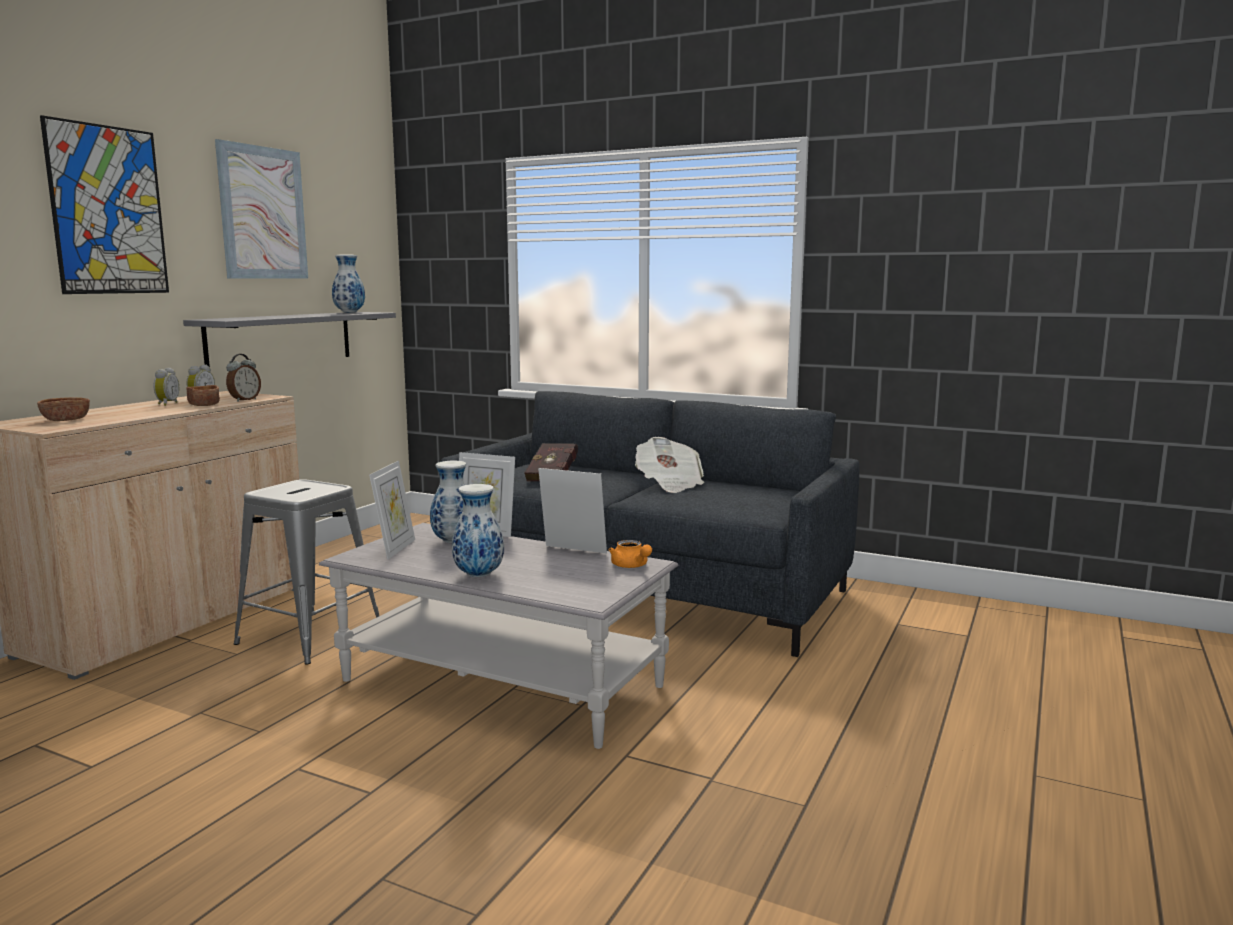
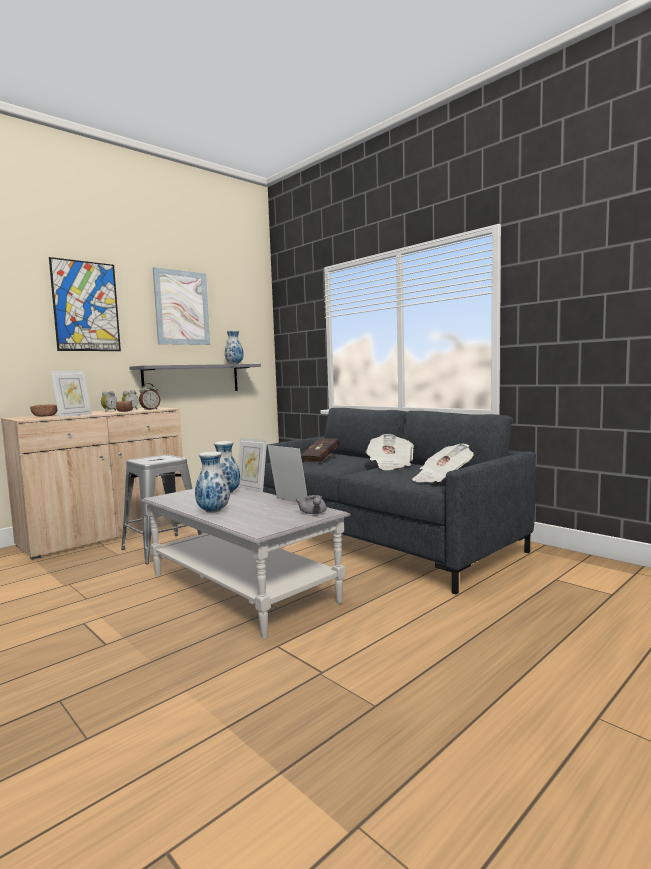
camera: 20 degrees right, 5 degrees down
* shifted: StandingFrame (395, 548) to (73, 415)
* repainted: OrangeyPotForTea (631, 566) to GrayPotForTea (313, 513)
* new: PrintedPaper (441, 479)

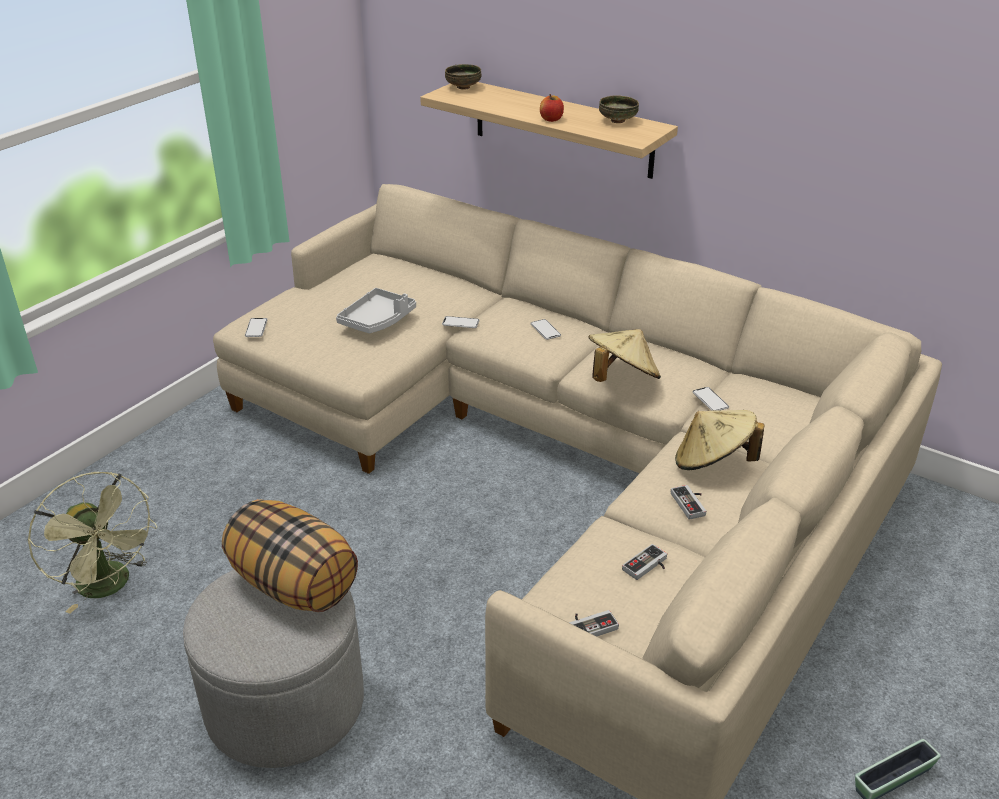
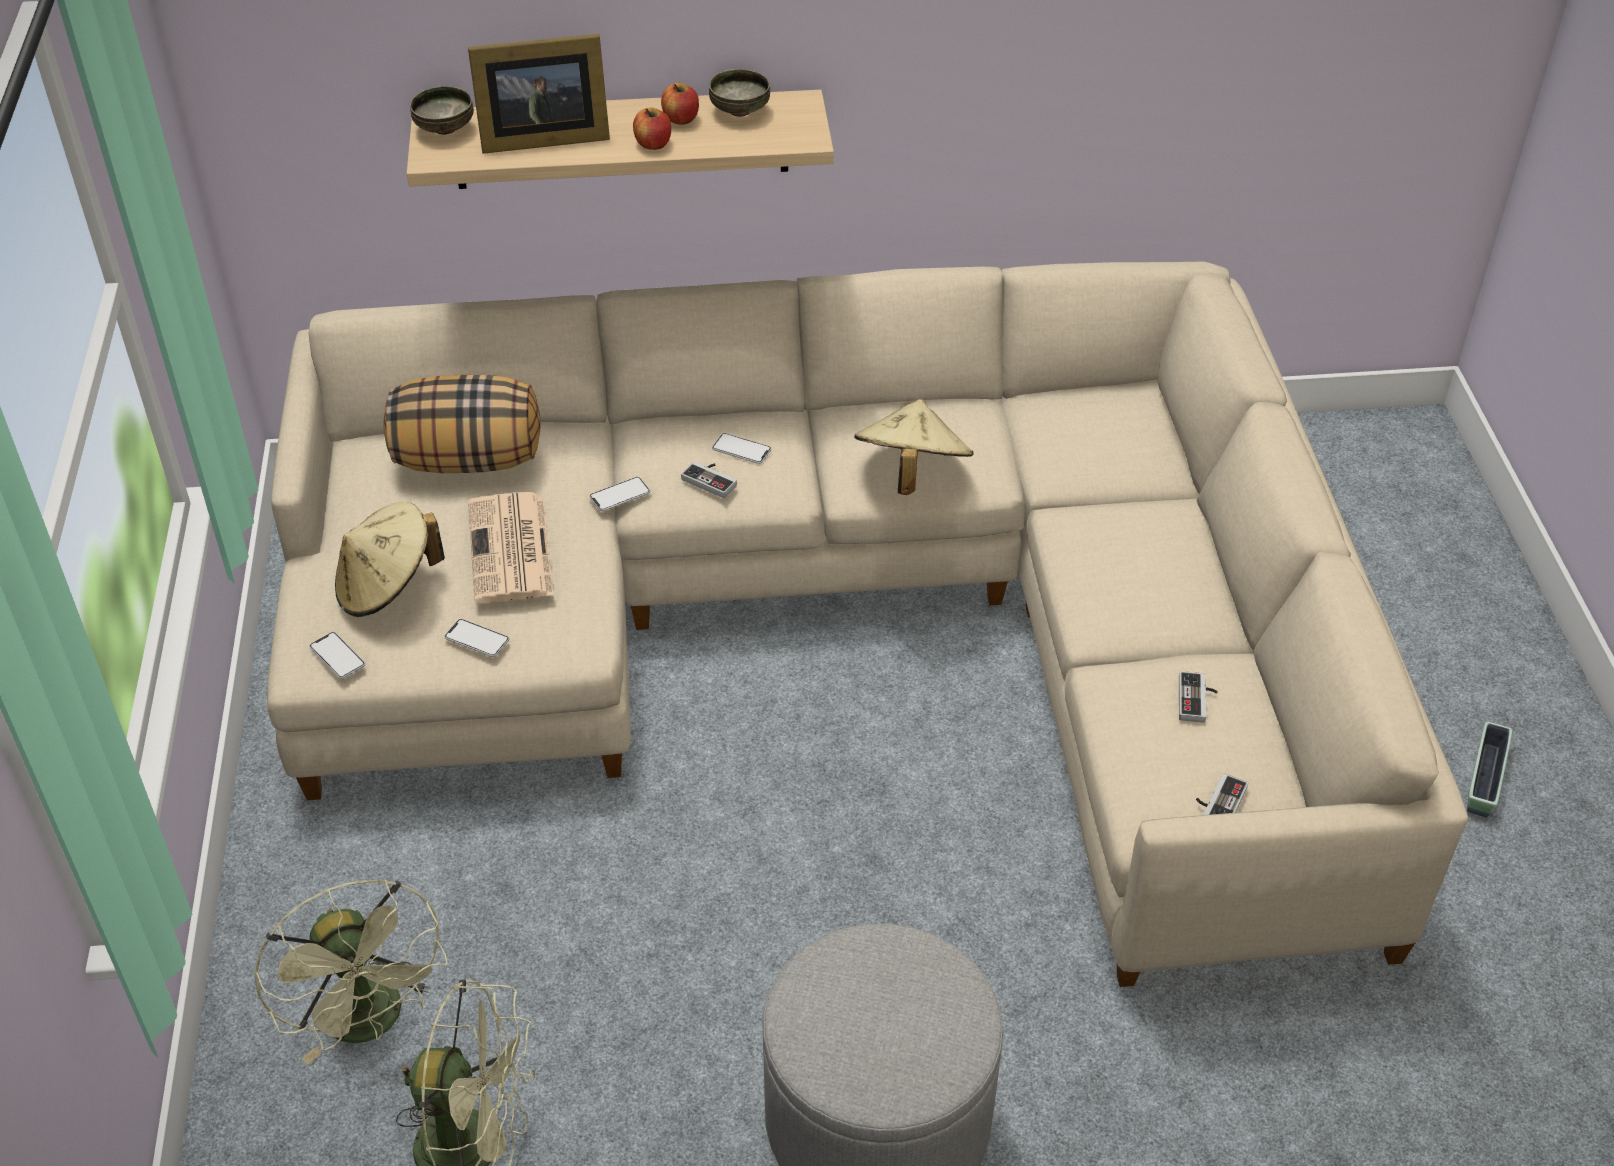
camera: 40 degrees left, 10 degrees up
* swapped: GrayTray (377, 320) to PrintedPaper (511, 551)
* shifted: Handset (710, 400) to (477, 639)
* shifted: SandColouredHat (713, 462) to (387, 587)
* shifted: Joypad (691, 503) to (712, 479)
* shifted: Cushion (295, 584) to (469, 459)
* new: StandingFrame (540, 137)
* new: AppleFruit (681, 119)
* new: GreenCoolingFan (372, 1023)

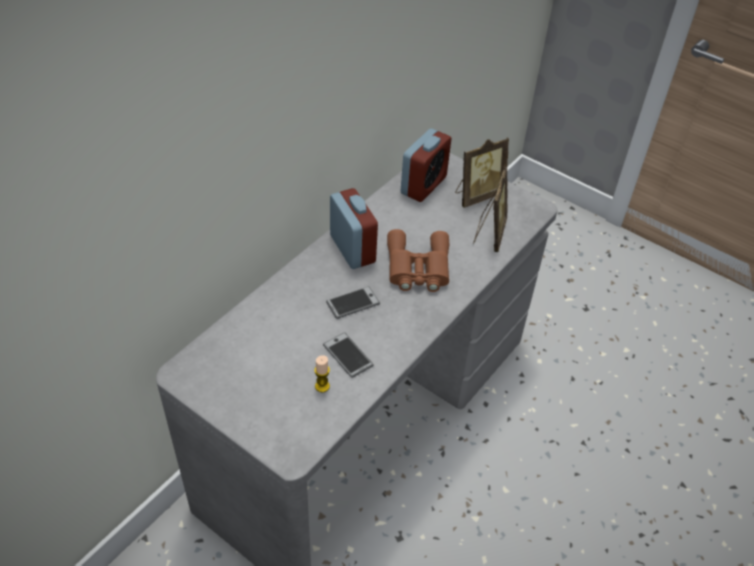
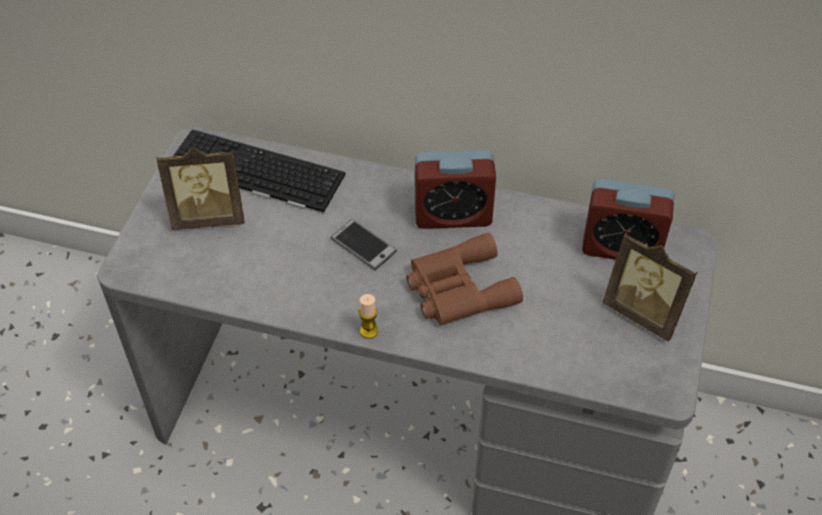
camera: 70 degrees right, 5 degrees up
* shifted: StandingFrame (489, 234) to (209, 216)
* rotated: AlarmClock (352, 249) = (453, 215) 45 degrees clockwise
* gone: Handset (348, 355)
* shifted: Candle (322, 386) to (369, 331)
* new: ComputerKeyboard (253, 172)

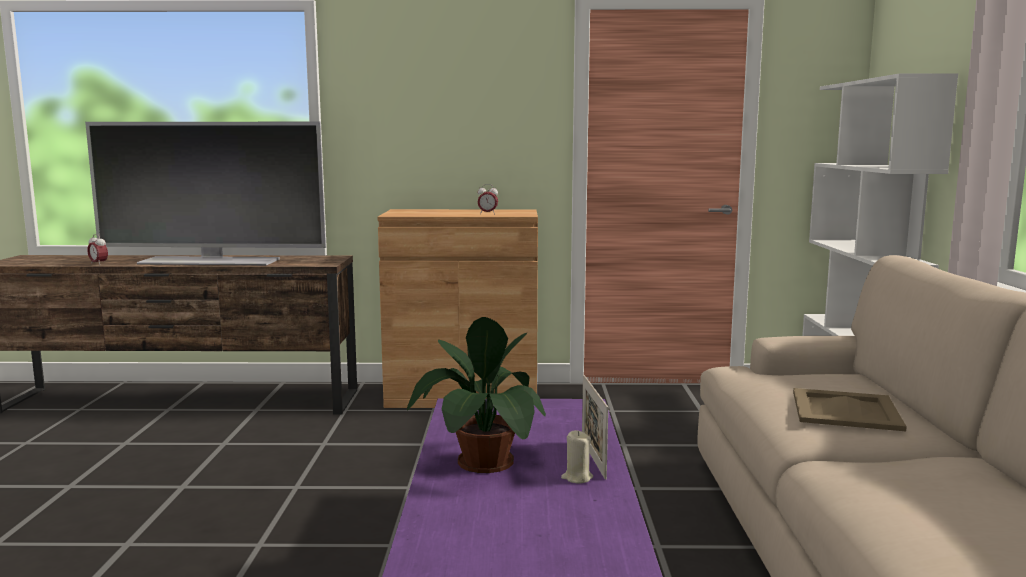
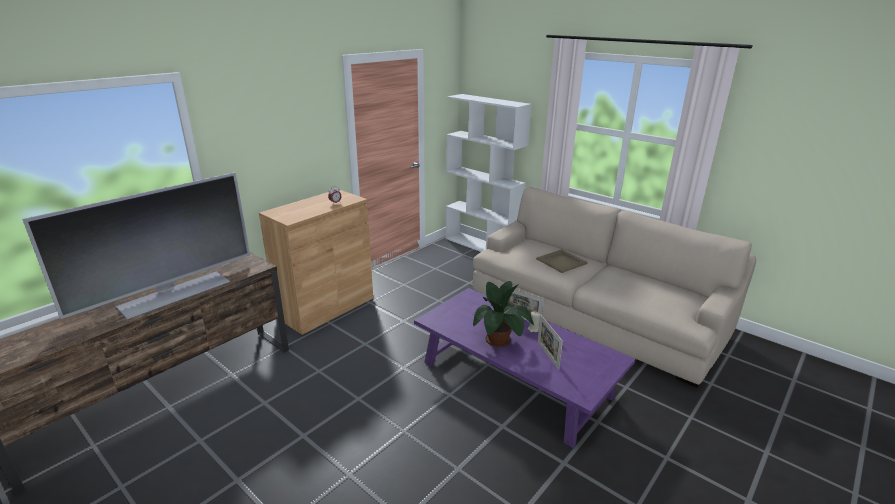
camera: 50 degrees left, 15 degrees up
* gone: AlarmClock (98, 264)
* new: StandingFrame (547, 355)

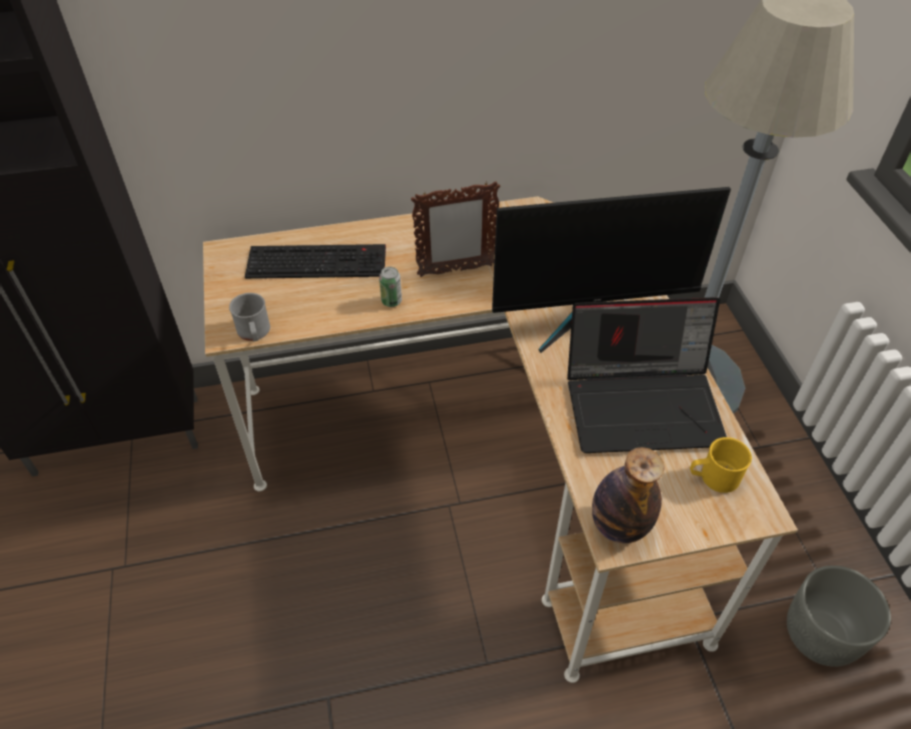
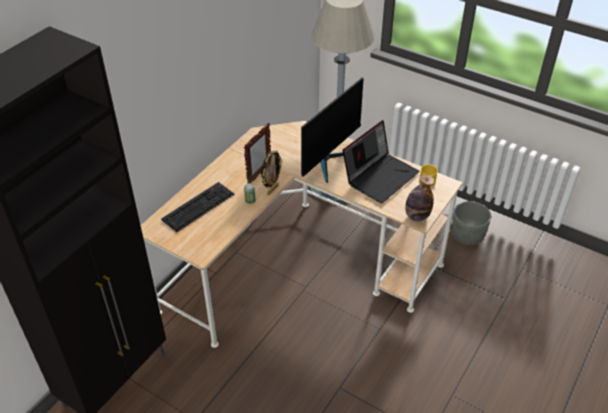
camera: 45 degrees left, 5 degrees down
* gone: GrayTeaMug (254, 333)
* new: StandingFrame (272, 190)

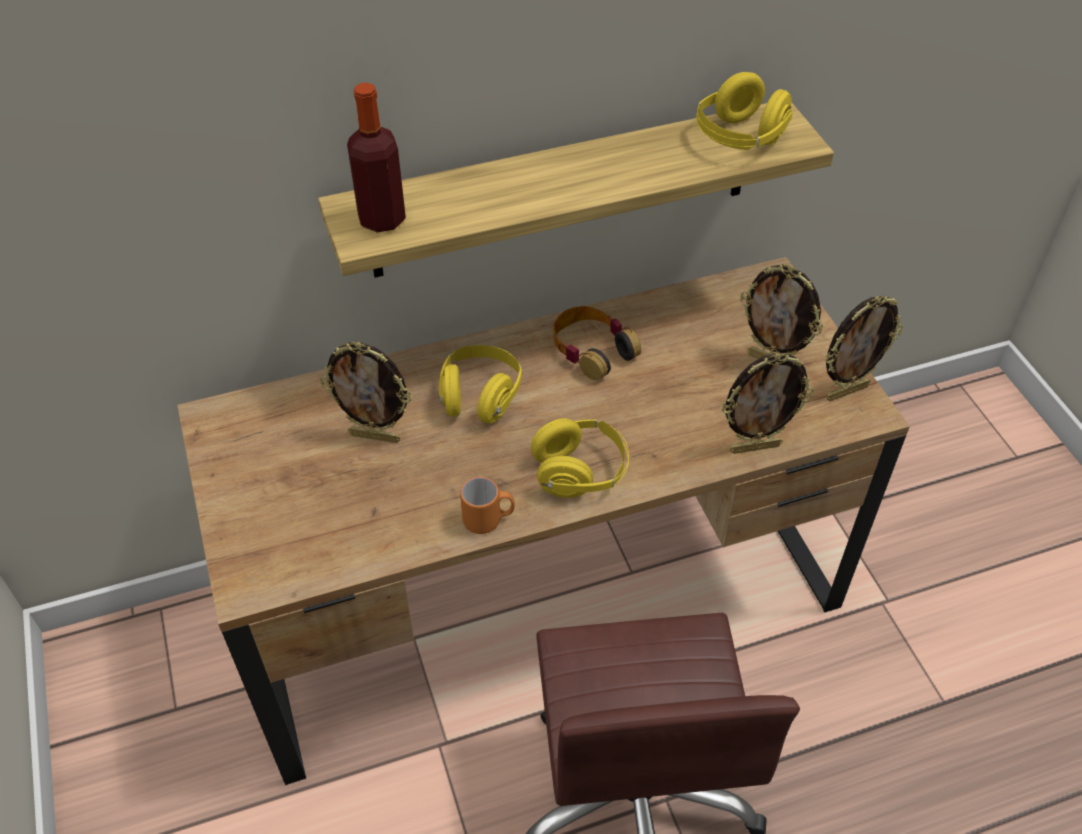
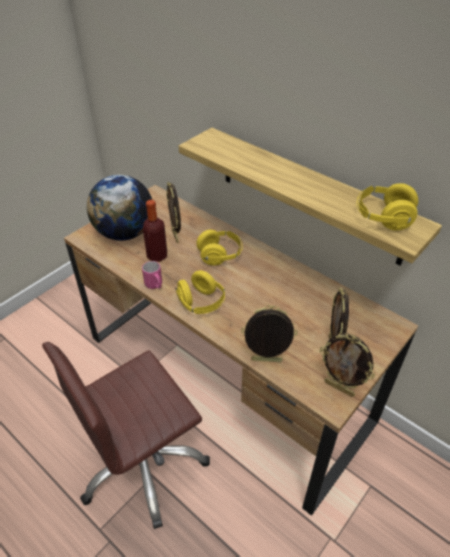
camera: 60 degrees right, 5 degrees down
* shifted: DrinkBottle (382, 219) to (157, 256)
* gone: Headphones (592, 349)
* rotated: StandingFrame (755, 447) = (266, 361) 135 degrees clockwise
* repainted: OrangeyTeaMug (488, 520) to PinkColouredTeaMug (155, 285)
* new: DeskGlobe (125, 233)

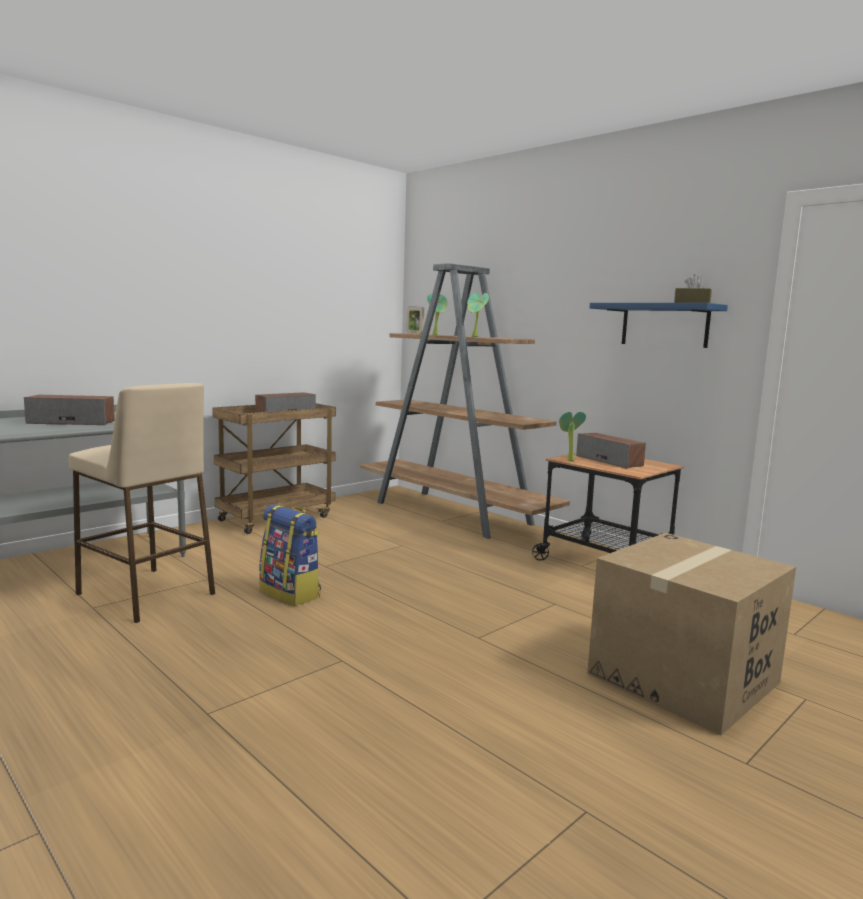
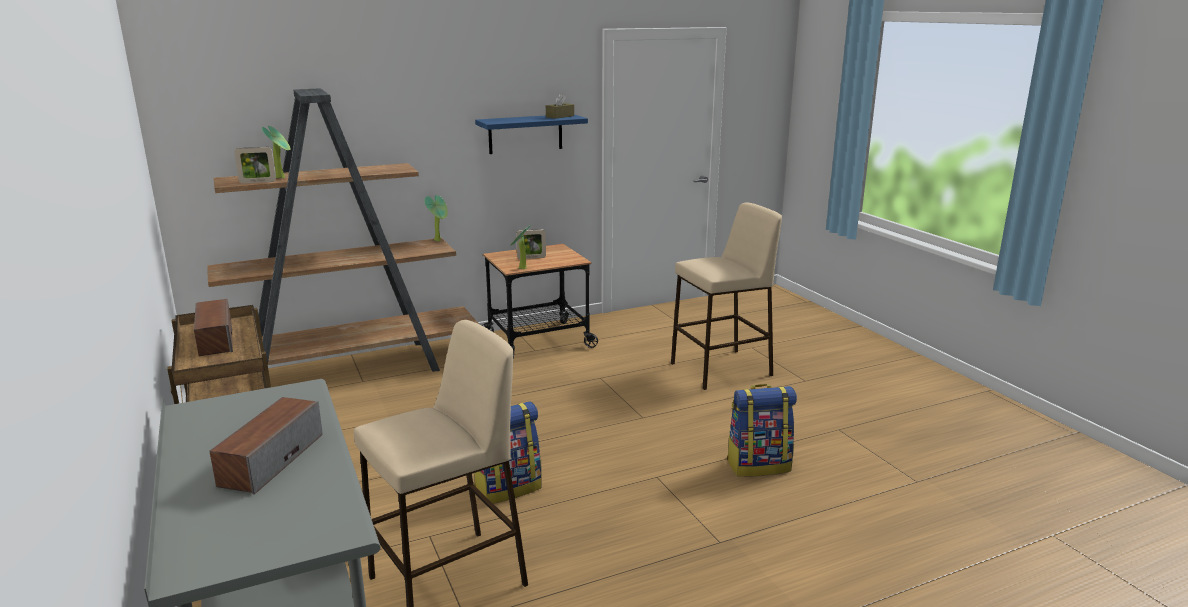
camera: 70 degrees left, 10 degrees up
* shifted: PottedPlant (475, 337) to (439, 240)
* swapped: Speaker (609, 461) to StandingFrame (531, 258)
* swapped: Carton (683, 678) to SandColouredStoolSeat (722, 369)
* new: Backpack (758, 465)

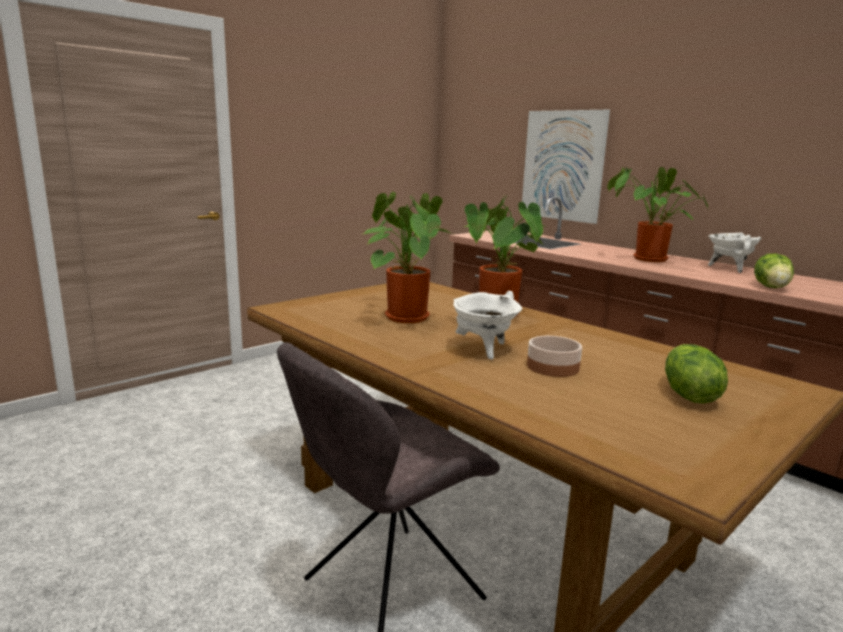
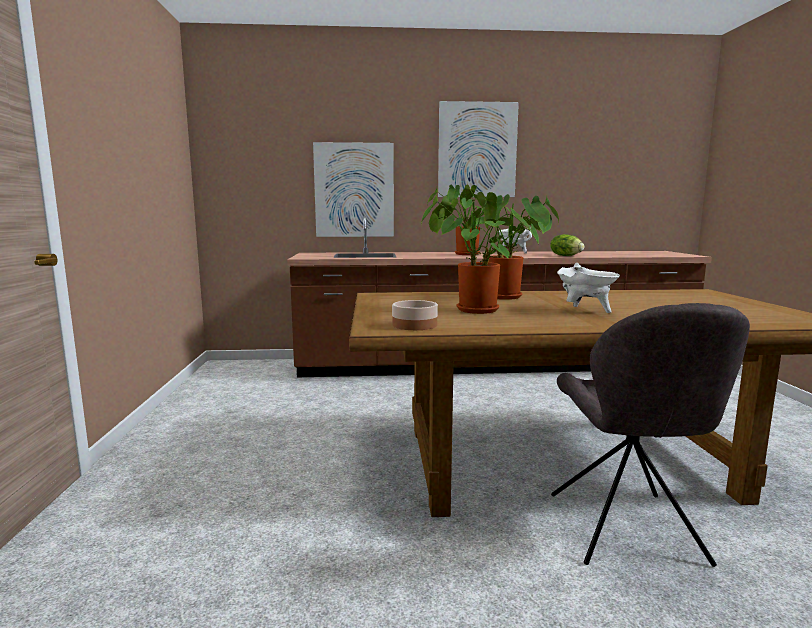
camera: 50 degrees left, 5 degrees down
* shifted: Bowl (553, 367) to (414, 325)
* gone: Lettuce (687, 395)
* new: Picture (477, 150)

